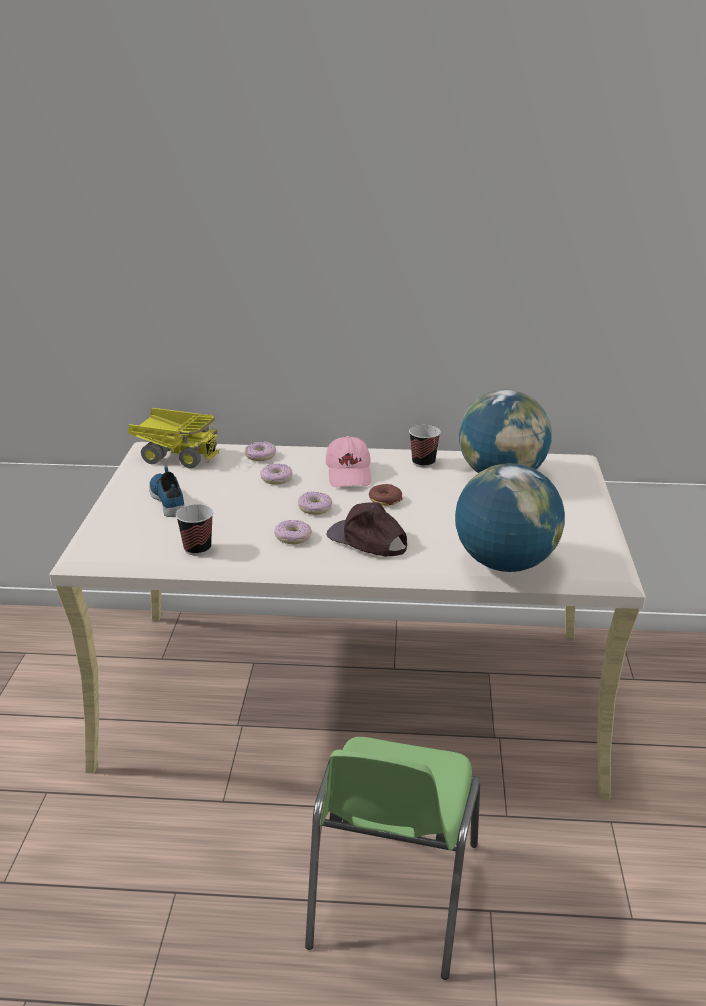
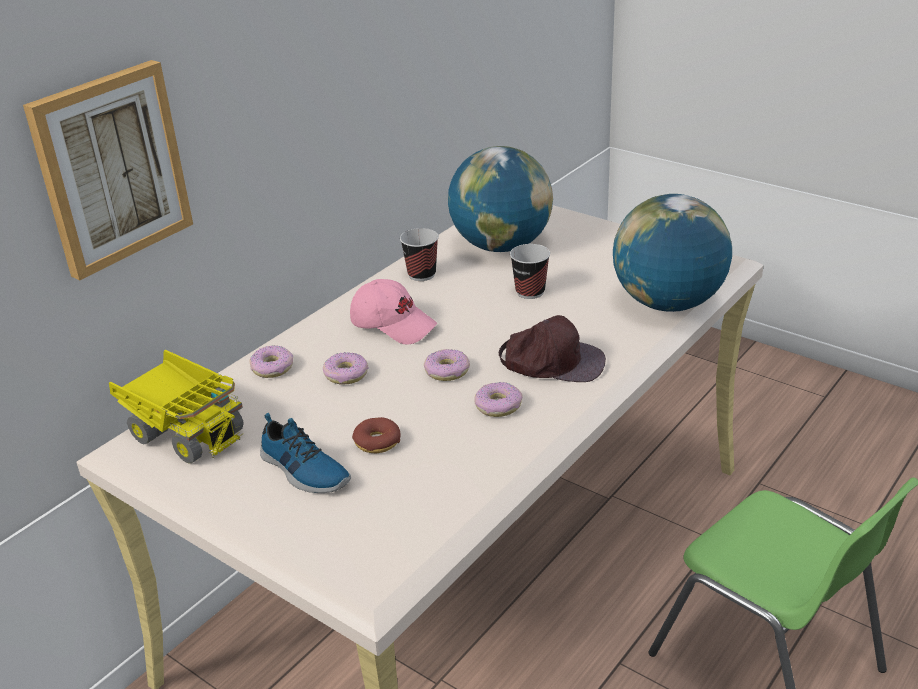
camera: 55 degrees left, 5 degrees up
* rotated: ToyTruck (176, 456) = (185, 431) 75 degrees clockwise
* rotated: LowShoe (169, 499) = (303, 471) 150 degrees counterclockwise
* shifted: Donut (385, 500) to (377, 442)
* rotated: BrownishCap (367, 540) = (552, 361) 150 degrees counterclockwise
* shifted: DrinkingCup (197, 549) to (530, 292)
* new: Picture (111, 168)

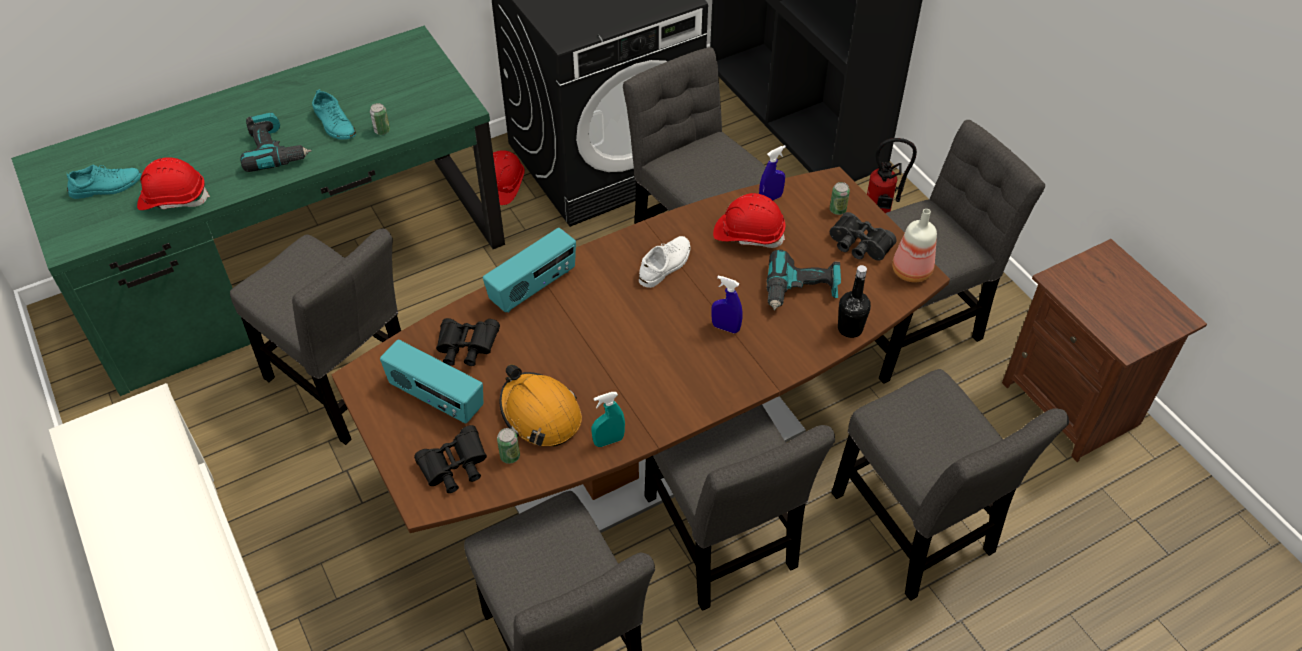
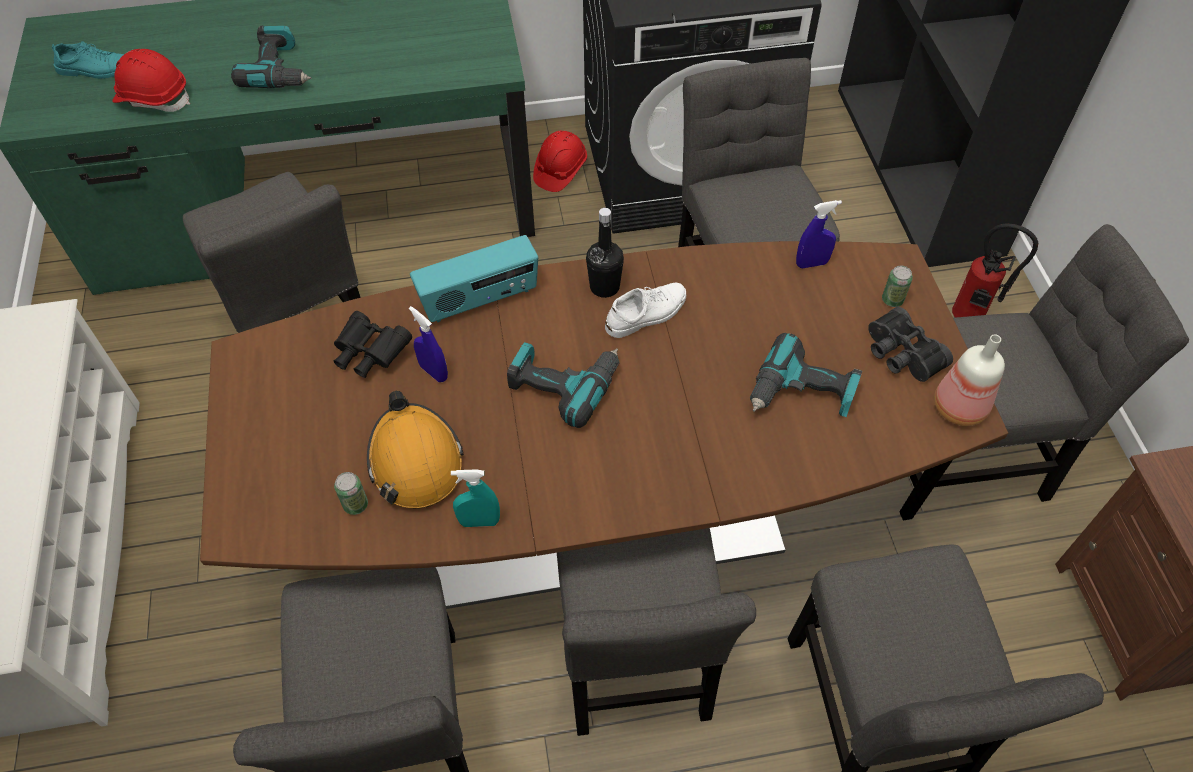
camera: 20 degrees right, 5 degrees up
* gone: TurquoiseColouredLowShoe (334, 124)
* gone: MetalCan (382, 130)
* gone: RedColouredSafetyHelmet (748, 234)
* shifted: BlackColouredDrinkBottle (850, 329) to (604, 287)
* shifted: BluishSprayer (725, 328) to (433, 372)
* gone: RadioReceiver (436, 399)
* gone: BlackColouredBinoculars (454, 469)
* new: ElectricDrill (563, 384)

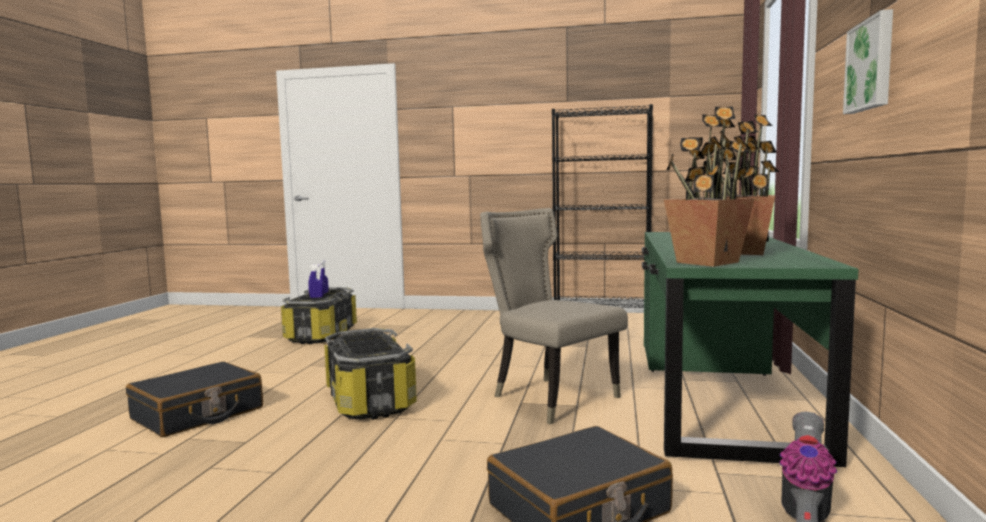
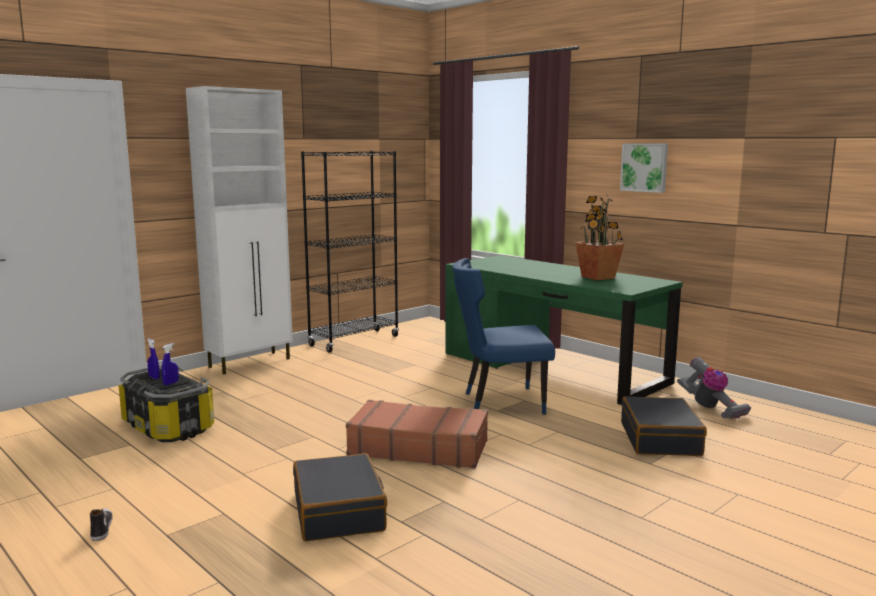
camera: 55 degrees left, 5 degrees up
* gone: PottedPlant (706, 262)
* repainted: SandColouredPlainChair (549, 397) to BluishPlainChair (500, 402)
* swapped: StorageBox (369, 401) to BrownishTravelCase (418, 448)
* new: WhitishStorageCabinet (251, 362)
* new: LowShoe (101, 528)

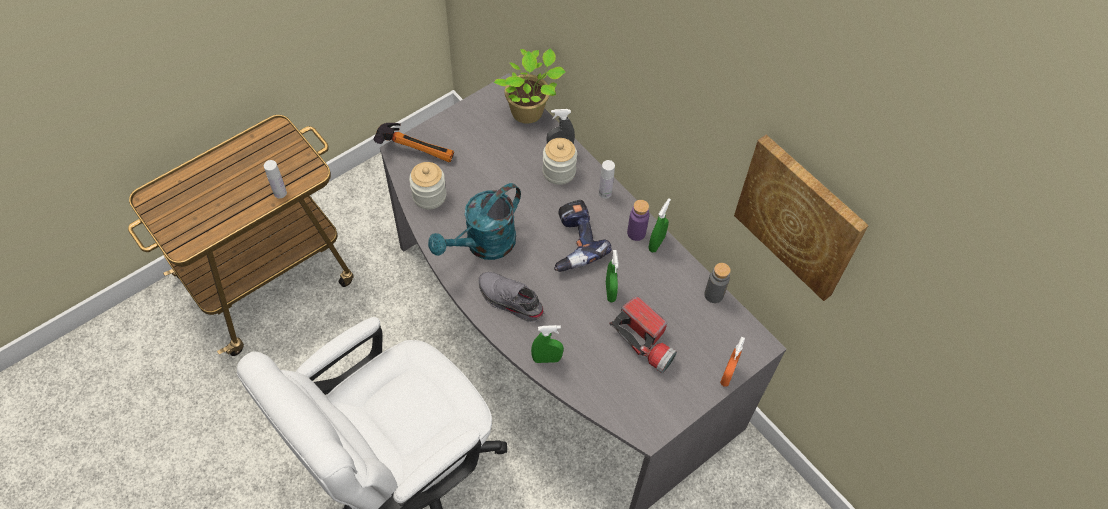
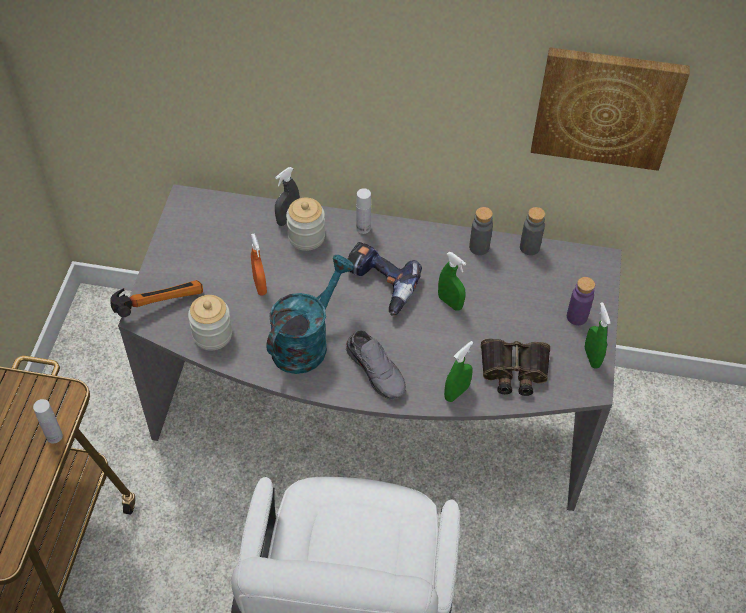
camera: 40 degrees left, 5 degrees down
* gone: PottedPlant (529, 112)
* rotated: TurquoiseColouredSprinklingCan (483, 245) = (306, 341) 150 degrees counterclockwise
* shifted: GreenSprayer (656, 243) to (592, 357)
* shifted: PurpleDrinkBottle (636, 233) to (577, 317)
* rotated: GrayLowShoe (509, 301) = (377, 370) 120 degrees counterclockwise
* gone: Flashlight (645, 341)
* shifted: OrangeySprayer (727, 375) to (260, 286)
* new: GrayDrinkBottle (479, 247)
* new: Binoculars (513, 371)

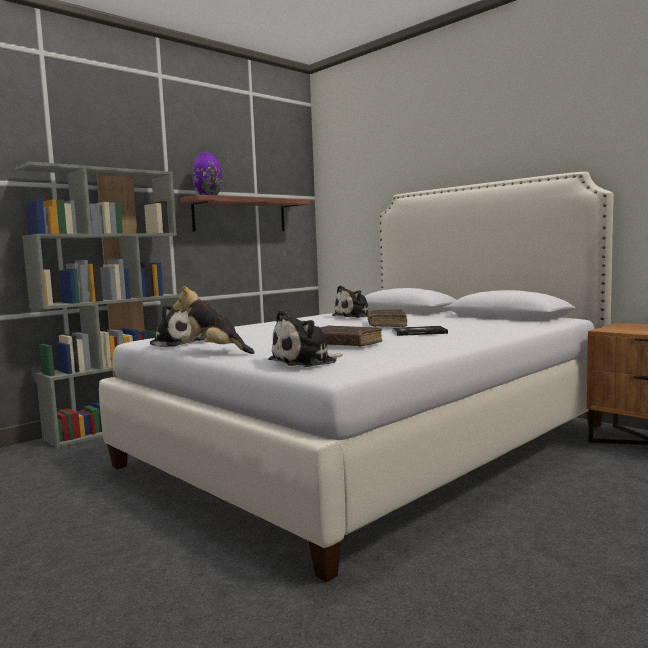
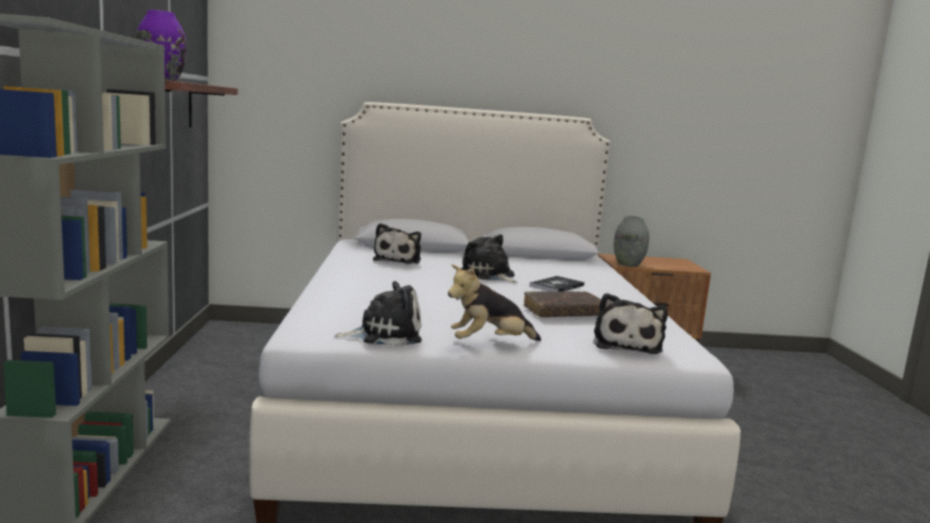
camera: 50 degrees left, 5 degrees up
* swapped: BrownishBook (386, 324) to PlushToy (489, 275)
* new: GrayFlowerVase (628, 264)

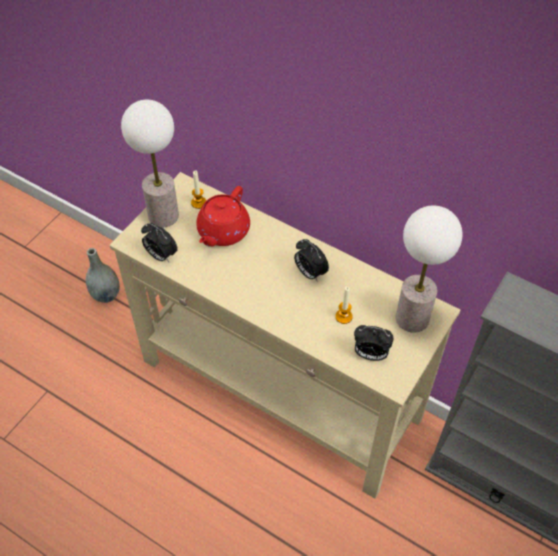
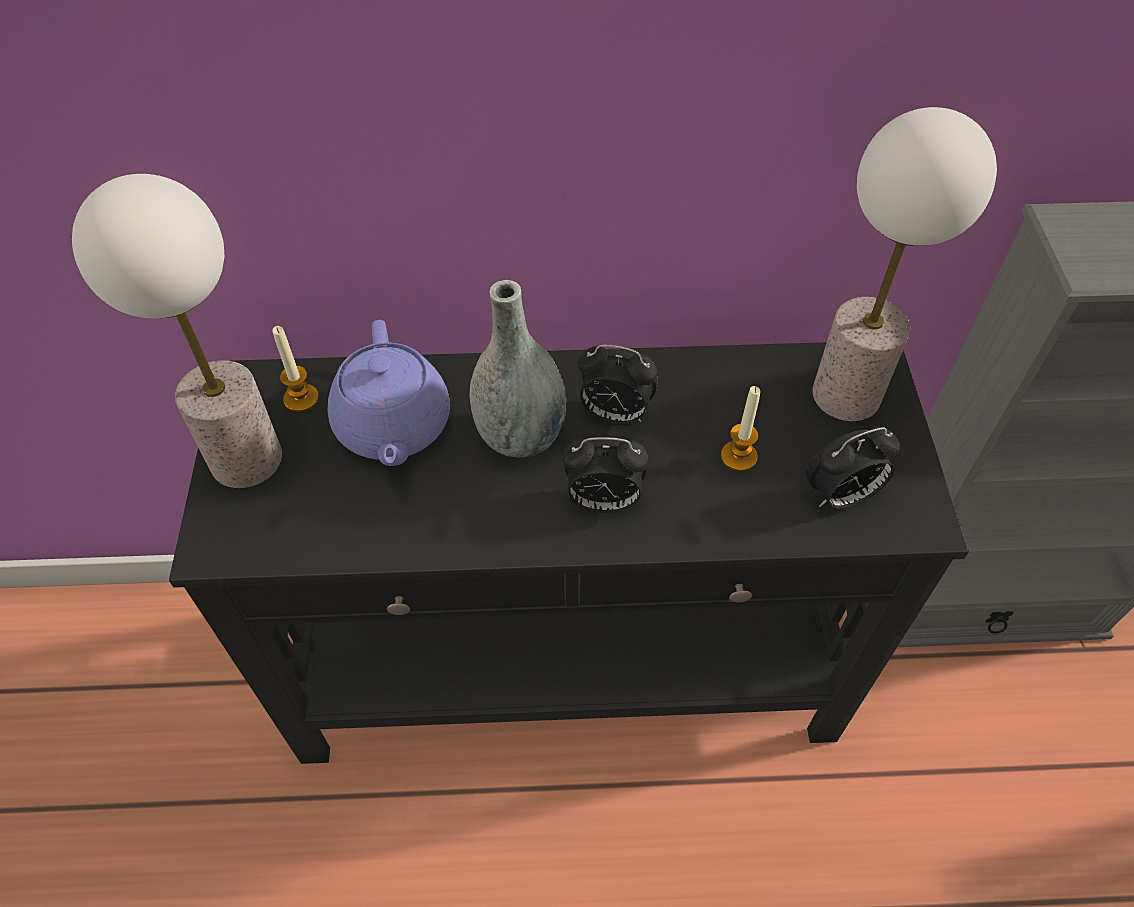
camera: 35 degrees left, 0 degrees up
* repainted: SandColouredConsoleTable (280, 391) to BlackColouredConsoleTable (569, 666)
* repainted: RedColouredPotForTea (223, 232) to PurplePotForTea (393, 427)
* shifted: AlarmClock (160, 255) to (602, 501)
* shifted: GrayFlowerVase (106, 295) to (520, 437)

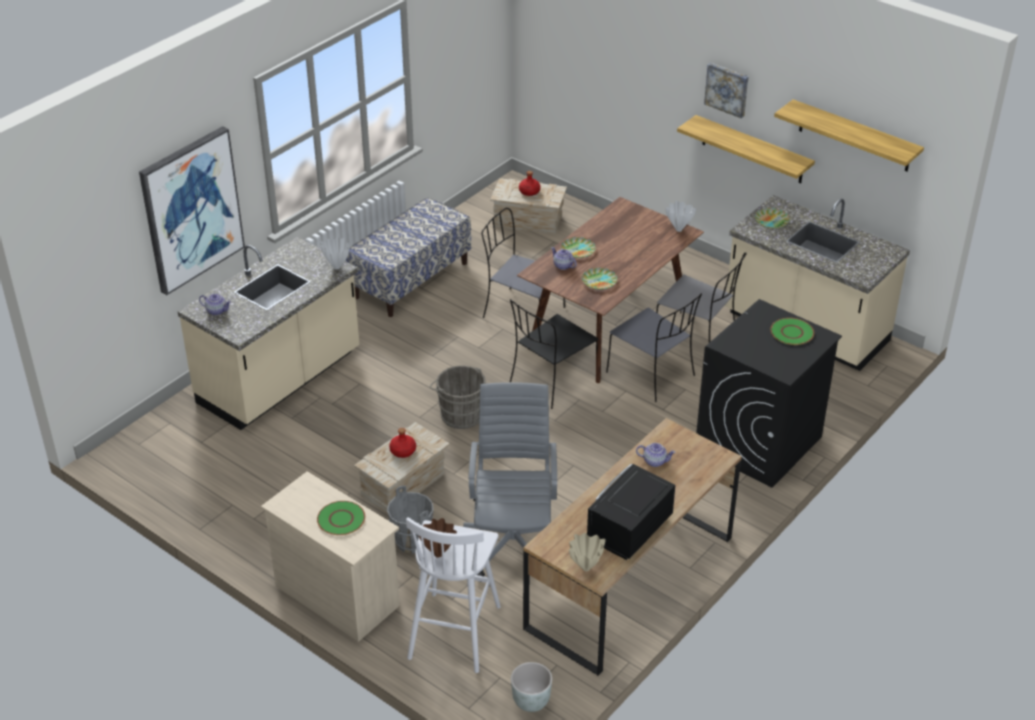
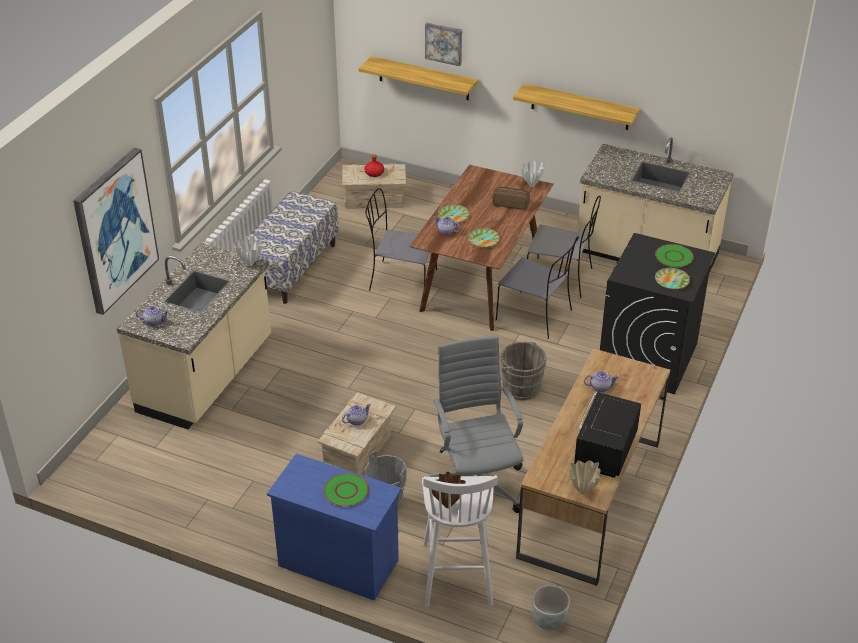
camera: 15 degrees left, 0 degrees up
* shifted: Picture (727, 89) to (444, 43)
* shifted: BracketShelf (854, 136) to (423, 78)
* shifted: Plate (772, 221) to (672, 281)
* gone: BlackColouredPlainChair (552, 382)
* shifted: GrayBucket (460, 414) to (519, 386)
* swapped: RedColouredDrinkBottle (402, 451) to PotForTea (357, 420)
* repainted: SandColouredChestOfDrawers (337, 595) to BluishChestOfDrawers (338, 562)
* new: Bread (511, 203)

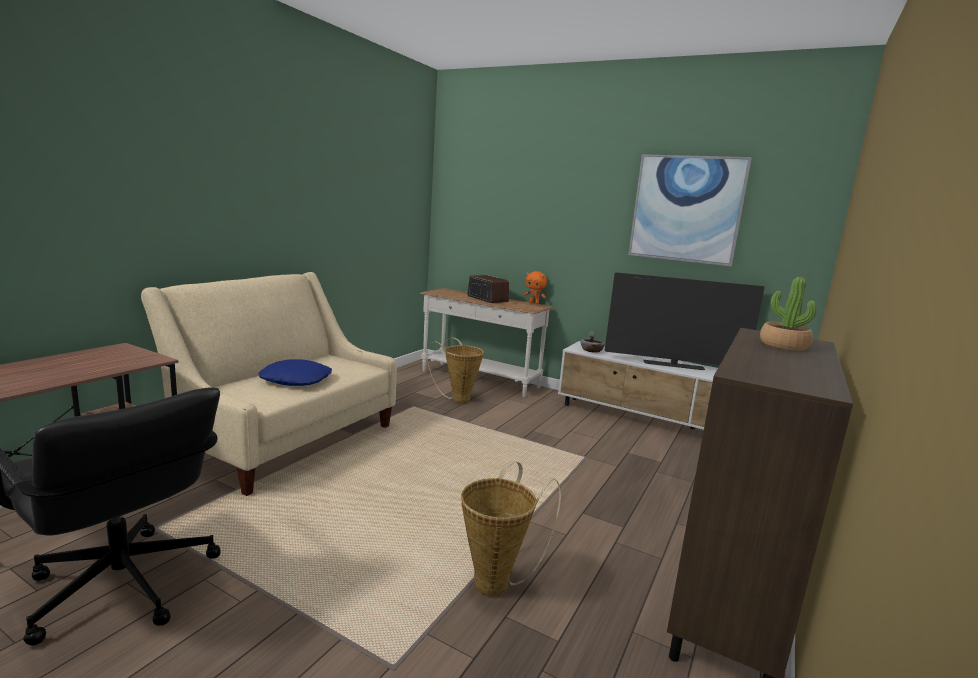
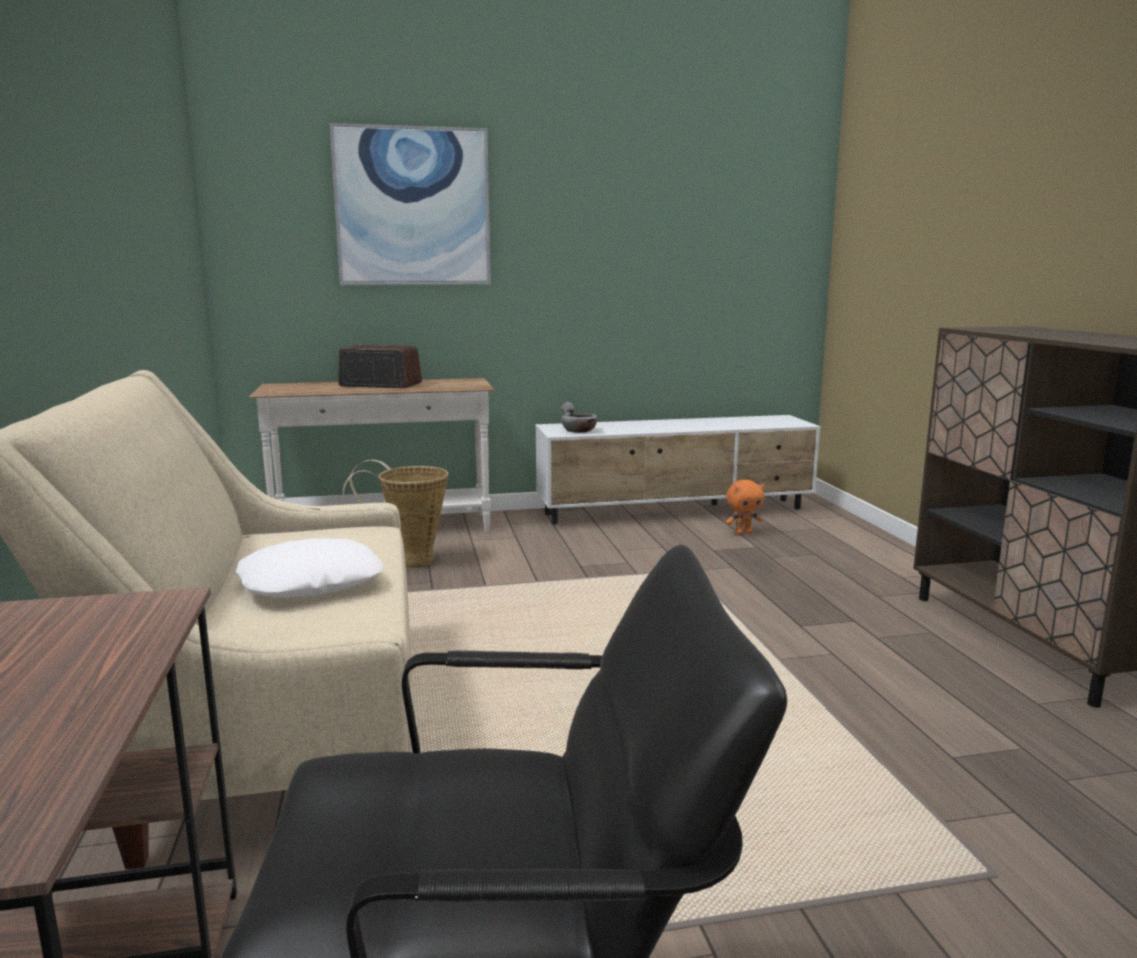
camera: 40 degrees left, 0 degrees up
* shifted: Picture (686, 209) to (413, 207)
* shifted: OrangeyPlushToy (534, 303) to (743, 533)
* gone: Tv (673, 365)
* gone: PottedPlant (783, 345)
* repainted: BluishCushion (296, 380) to WhitishCushion (310, 582)
* gone: Basket (497, 581)

